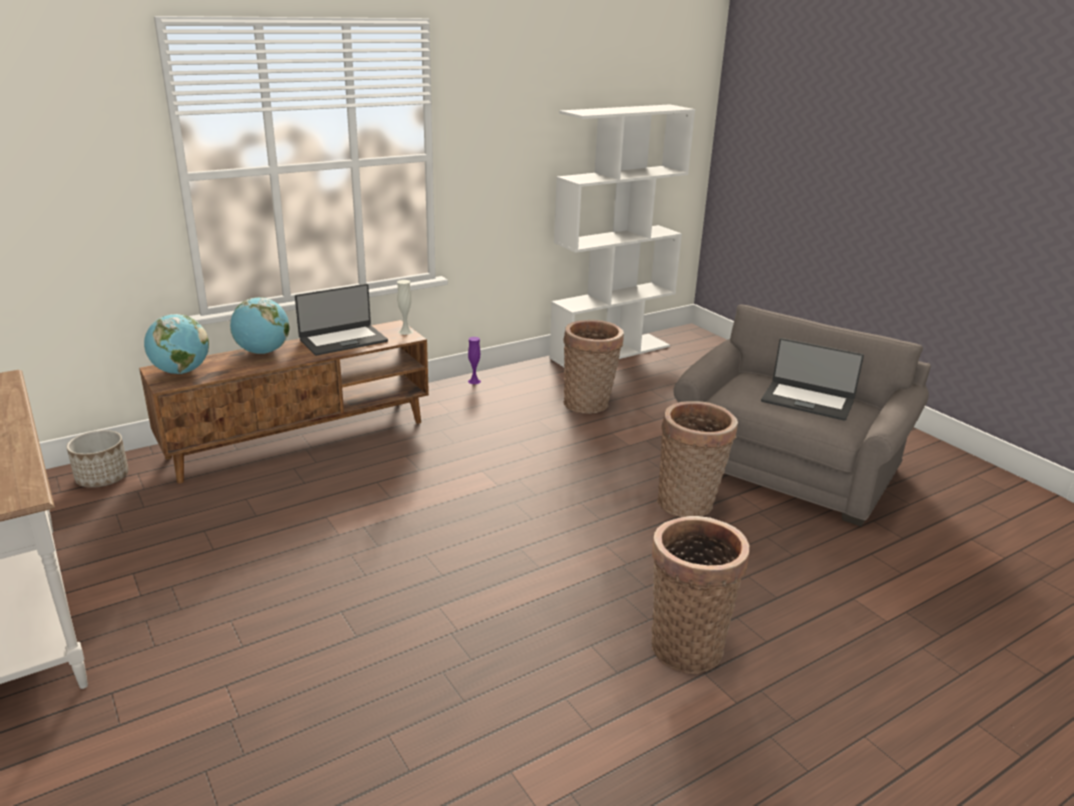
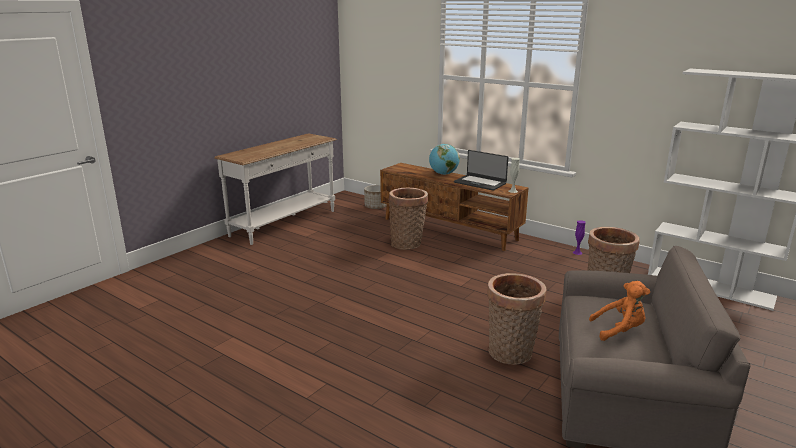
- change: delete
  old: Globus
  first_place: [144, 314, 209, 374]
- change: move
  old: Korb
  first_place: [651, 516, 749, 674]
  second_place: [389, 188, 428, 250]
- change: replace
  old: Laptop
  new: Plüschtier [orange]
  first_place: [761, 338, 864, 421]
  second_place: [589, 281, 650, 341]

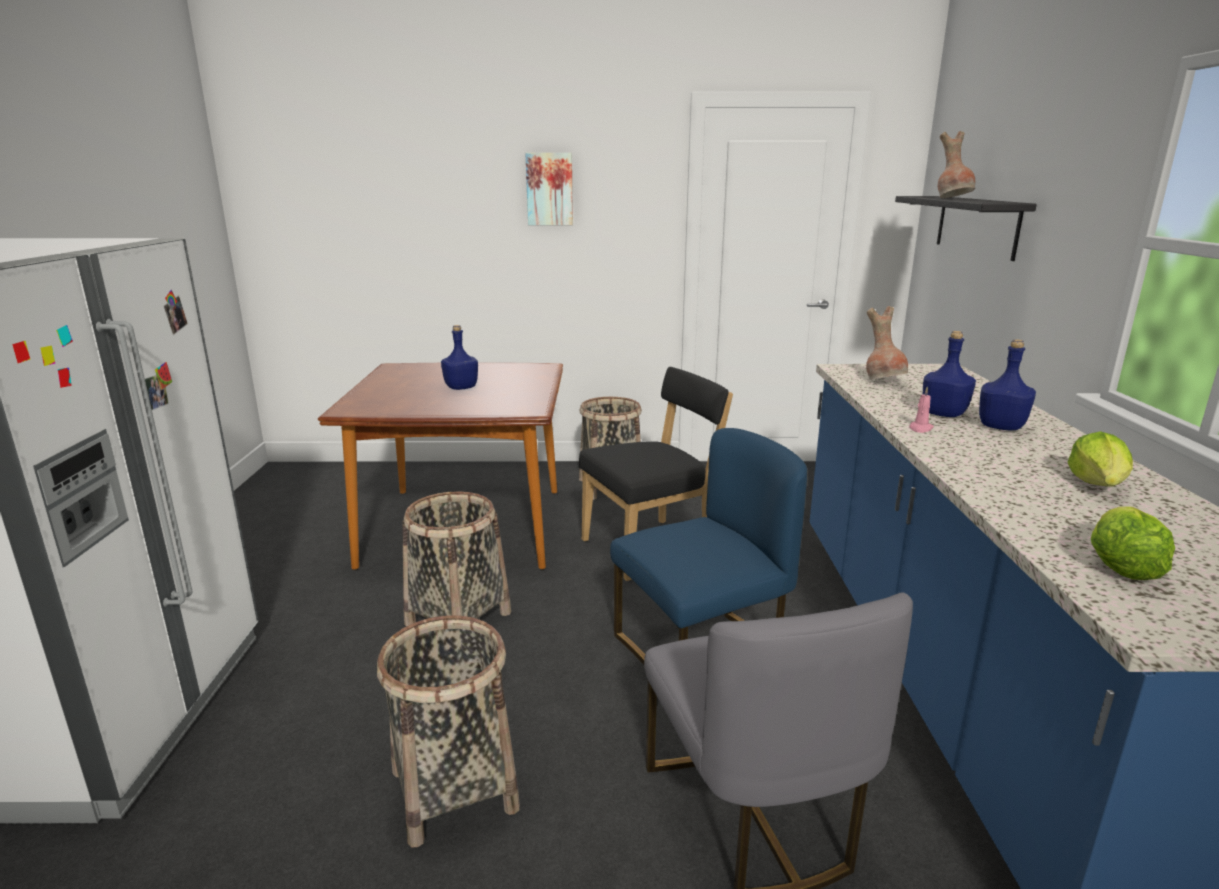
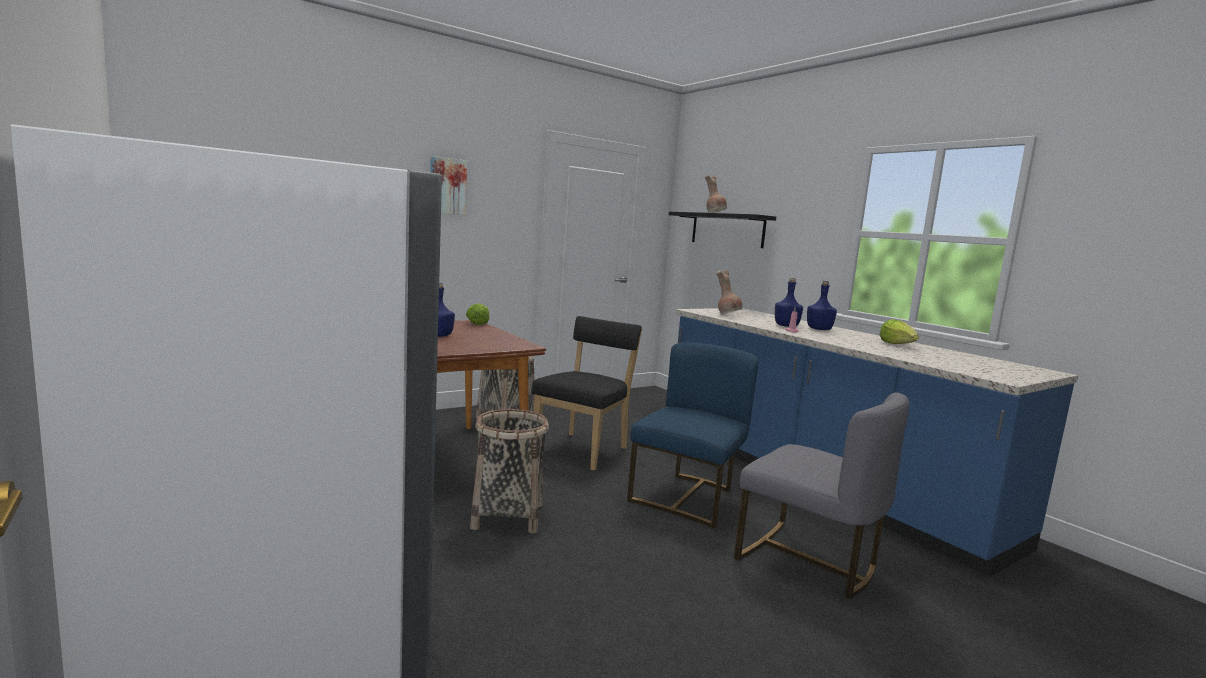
- change: delete
  old: Korb
  first_place: [377, 615, 520, 847]
- change: move
  old: Salatkopf
  first_place: [1091, 506, 1175, 580]
  second_place: [466, 304, 489, 325]

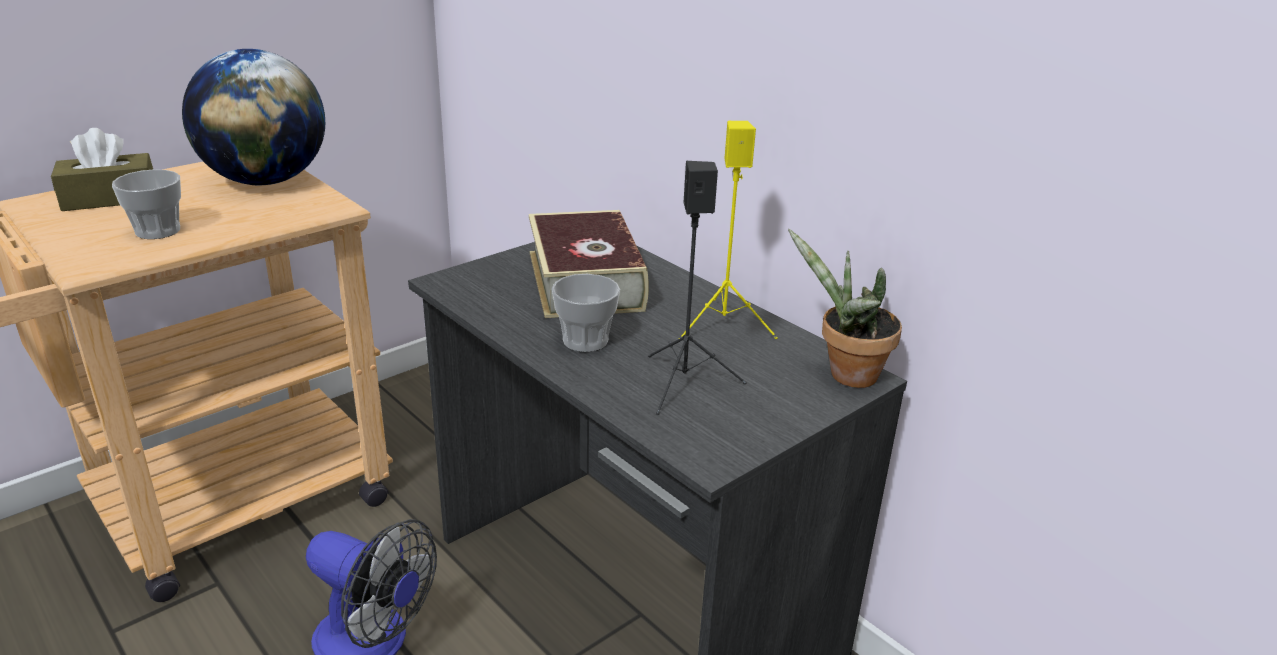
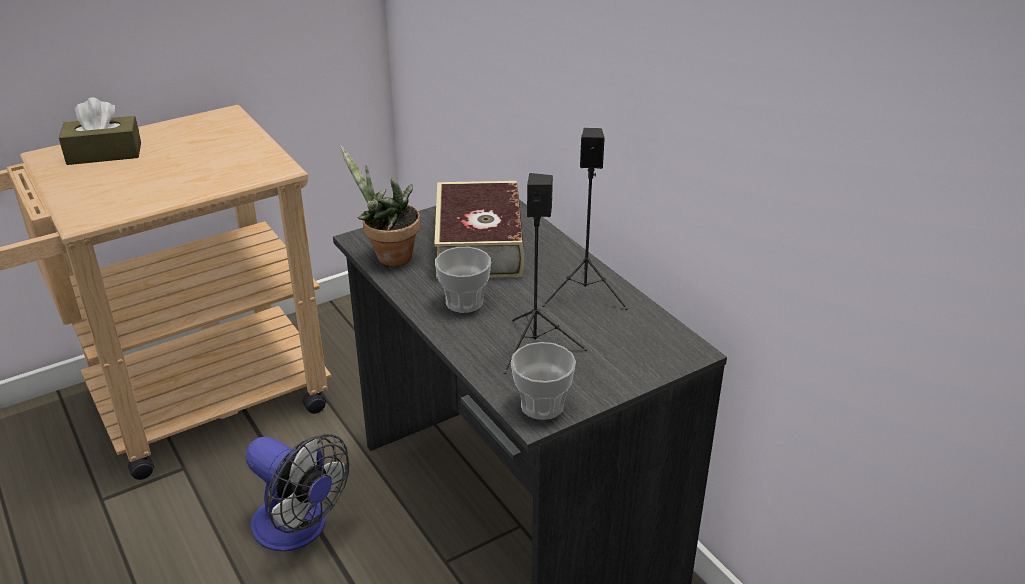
- change: delete
  old: Globus
  first_place: [182, 49, 325, 185]
- change: move
  old: Tasse
  first_place: [112, 169, 181, 239]
  second_place: [511, 342, 576, 420]
- change: move
  old: Topfpflanze
  first_place: [788, 228, 902, 388]
  second_place: [340, 146, 420, 266]
- change: recolor
  old: Lautsprecher [gelb]
  new: Lautsprecher [schwarz]
  first_place: [679, 121, 778, 339]
  second_place: [542, 128, 628, 310]

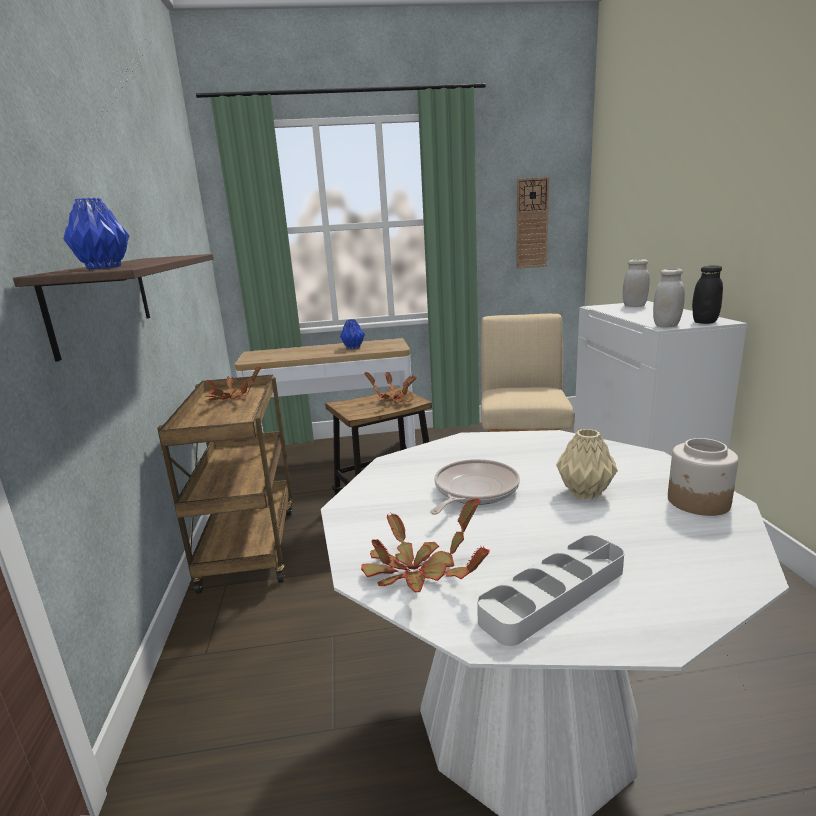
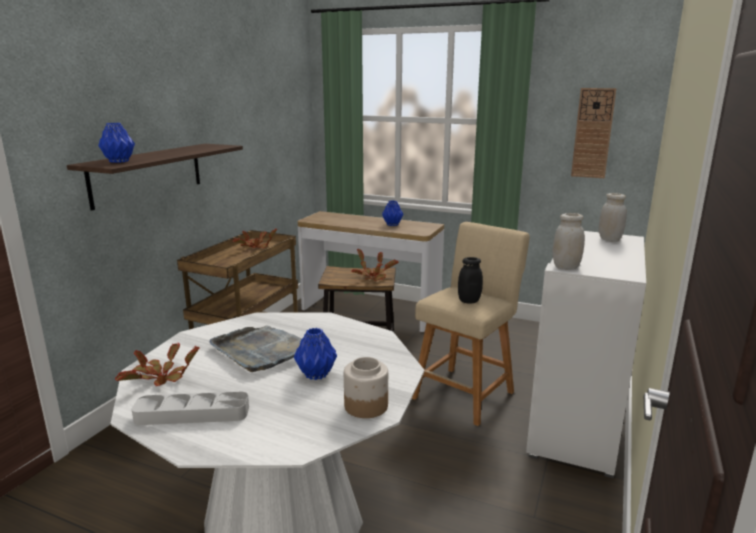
- change: move
  old: Vorratsglas [schwarz]
  first_place: [692, 265, 723, 324]
  second_place: [458, 257, 483, 304]
- change: replace
  old: Pfanne
  new: Tablett [grau]
  first_place: [430, 459, 520, 515]
  second_place: [209, 325, 302, 372]
- change: recolor
  old: Vase [beige]
  new: Vase [blau]
  first_place: [556, 429, 618, 499]
  second_place: [294, 328, 337, 380]

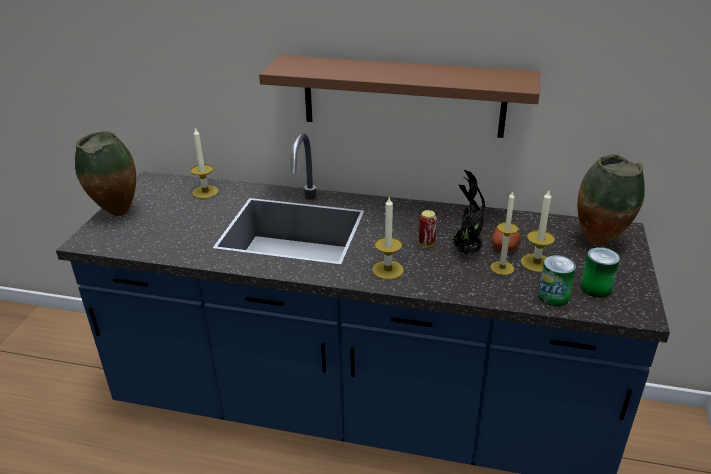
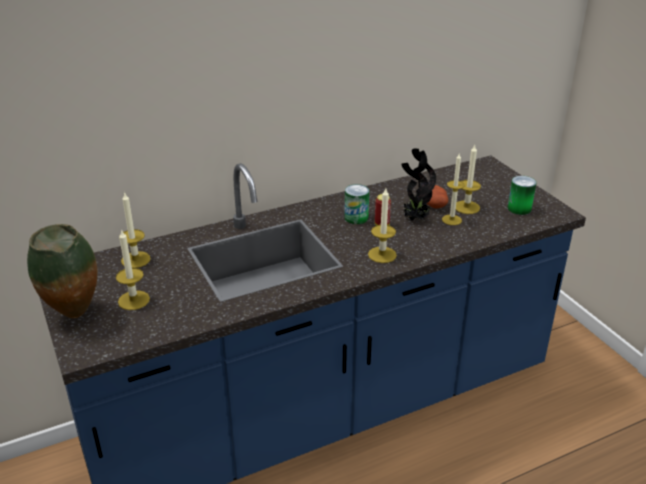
- change: delete
  old: Wandregal [braun]
  first_place: [259, 55, 540, 138]
- change: delete
  old: Vase
  first_place: [577, 154, 645, 246]
- change: insert
  new: Kerze
  second_place: [116, 229, 150, 310]
- change: move
  old: Dose
  first_place: [538, 255, 576, 307]
  second_place: [344, 184, 369, 224]

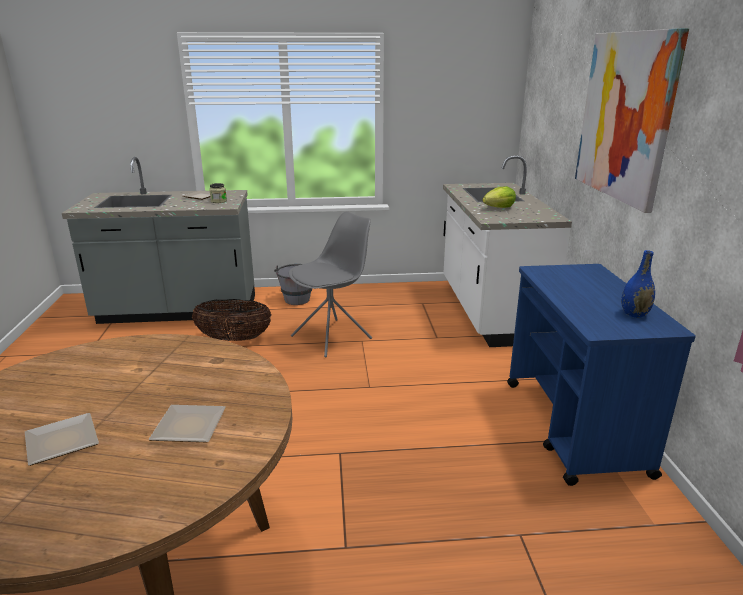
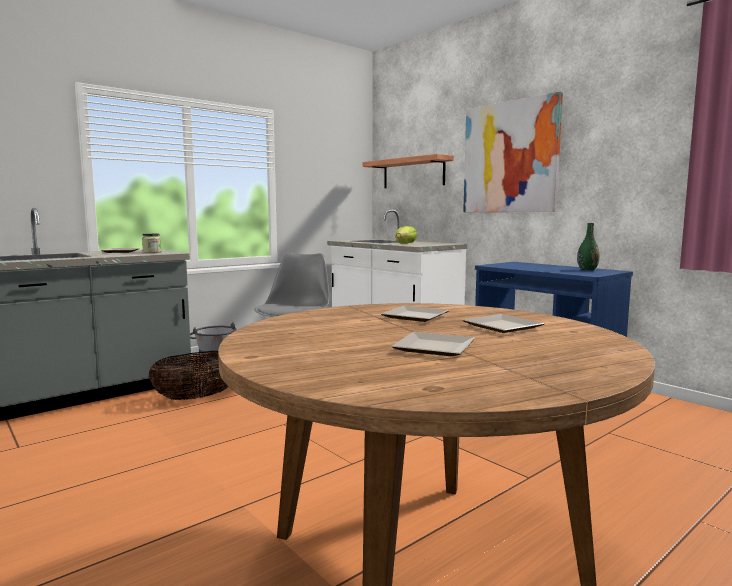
- change: insert
  new: Wandregal
  second_place: [363, 154, 454, 188]
- change: insert
  new: Teller
  second_place: [381, 306, 449, 322]
- change: recolor
  old: Vase [blau]
  new: Vase [grün]
  first_place: [621, 250, 655, 318]
  second_place: [577, 223, 600, 270]

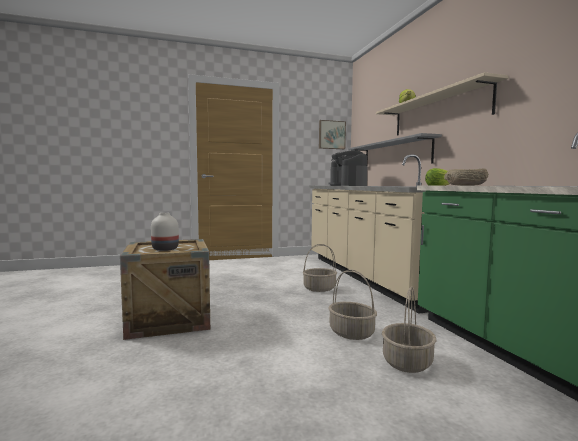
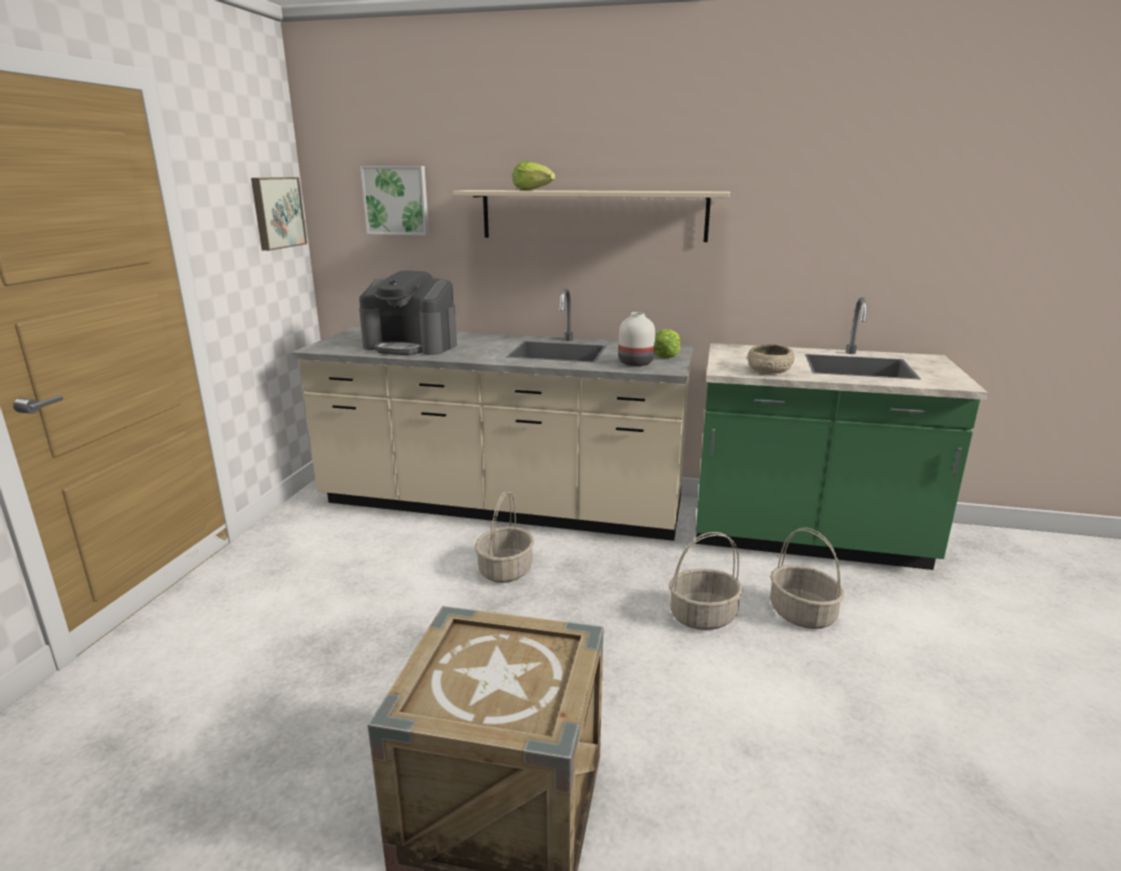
- change: delete
  old: Wandregal [grau]
  first_place: [348, 133, 442, 165]
- change: insert
  new: Bild
  second_place: [360, 166, 429, 236]
- change: move
  old: Vase [weiß]
  first_place: [151, 213, 179, 251]
  second_place: [618, 312, 655, 366]

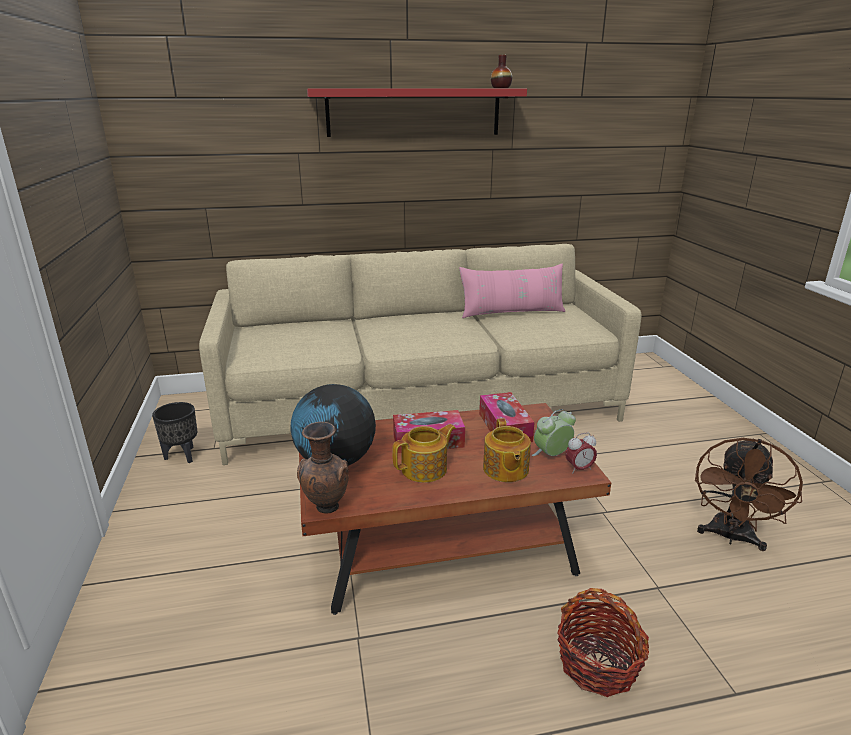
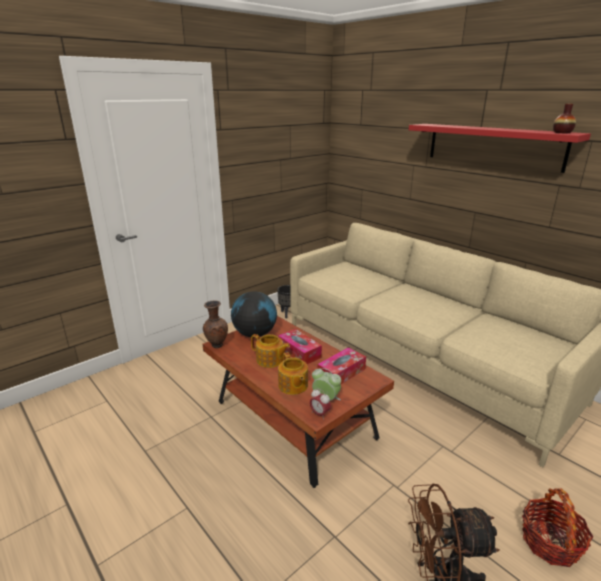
- change: delete
  old: Kissen [rosa]
  first_place: [459, 264, 565, 318]
- change: move
  old: Korb
  first_place: [557, 588, 649, 697]
  second_place: [522, 488, 593, 567]
- change: rotate
  old: Teekanne
  first_place: [483, 418, 531, 482]
  second_place: [278, 352, 308, 395]
  degrees: -75

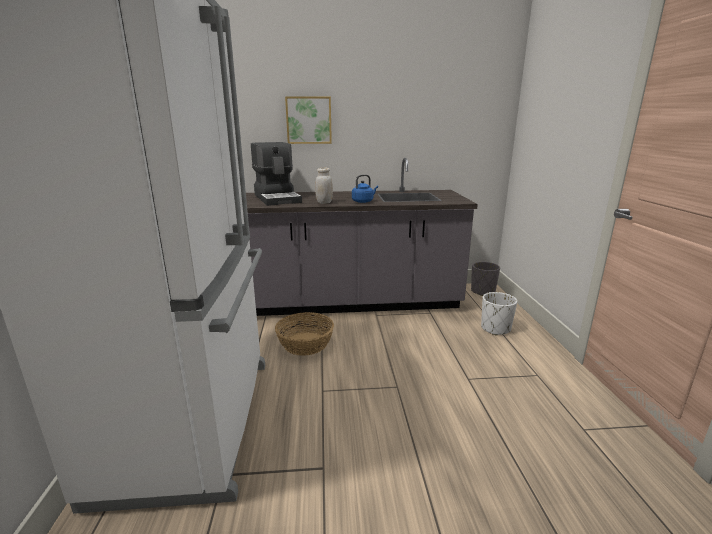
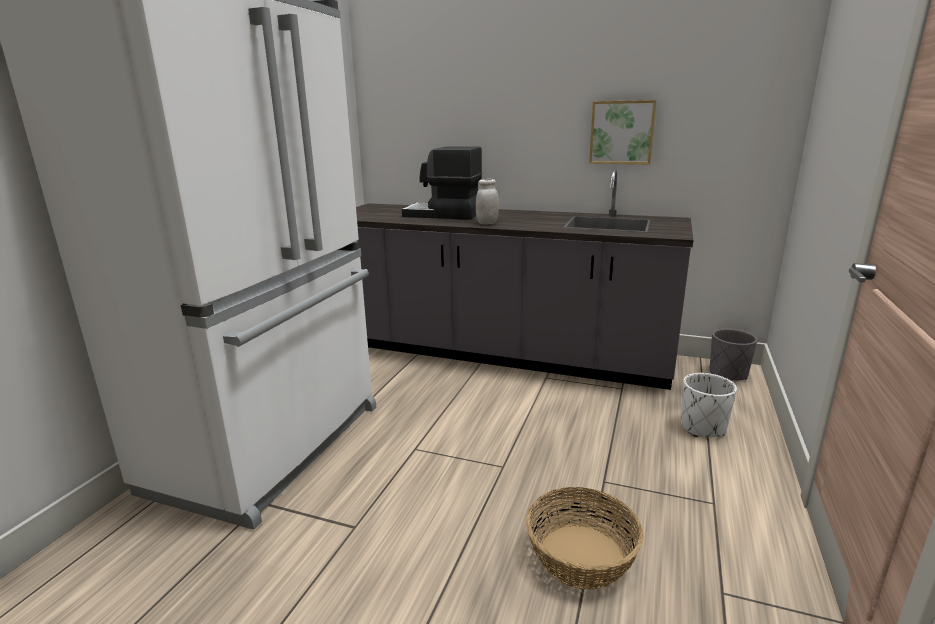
- change: delete
  old: Wasserkessel [blau]
  first_place: [352, 174, 378, 203]
- change: move
  old: Korb
  first_place: [275, 312, 334, 356]
  second_place: [526, 487, 644, 590]
- change: move
  old: Bild
  first_place: [285, 96, 332, 144]
  second_place: [589, 100, 656, 165]
- change: rotate
  old: Kaffeemaschine
  first_place: [251, 142, 302, 206]
  second_place: [402, 146, 482, 220]
  degrees: 105

